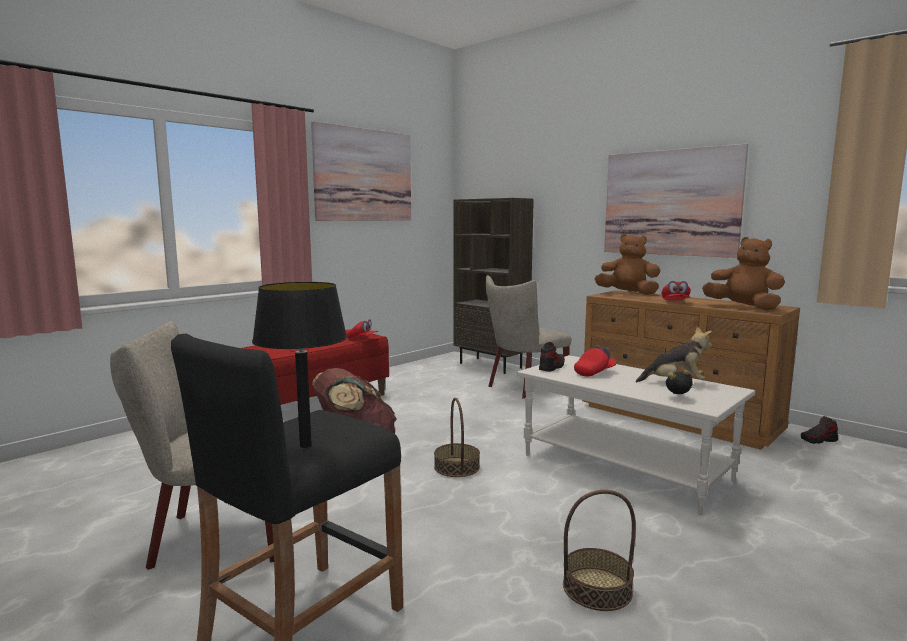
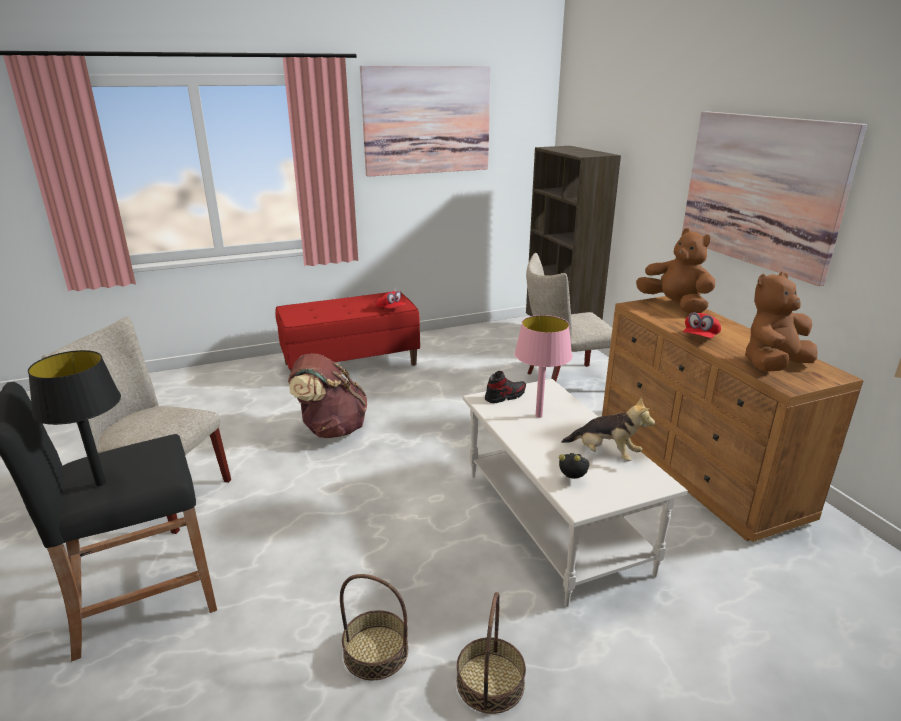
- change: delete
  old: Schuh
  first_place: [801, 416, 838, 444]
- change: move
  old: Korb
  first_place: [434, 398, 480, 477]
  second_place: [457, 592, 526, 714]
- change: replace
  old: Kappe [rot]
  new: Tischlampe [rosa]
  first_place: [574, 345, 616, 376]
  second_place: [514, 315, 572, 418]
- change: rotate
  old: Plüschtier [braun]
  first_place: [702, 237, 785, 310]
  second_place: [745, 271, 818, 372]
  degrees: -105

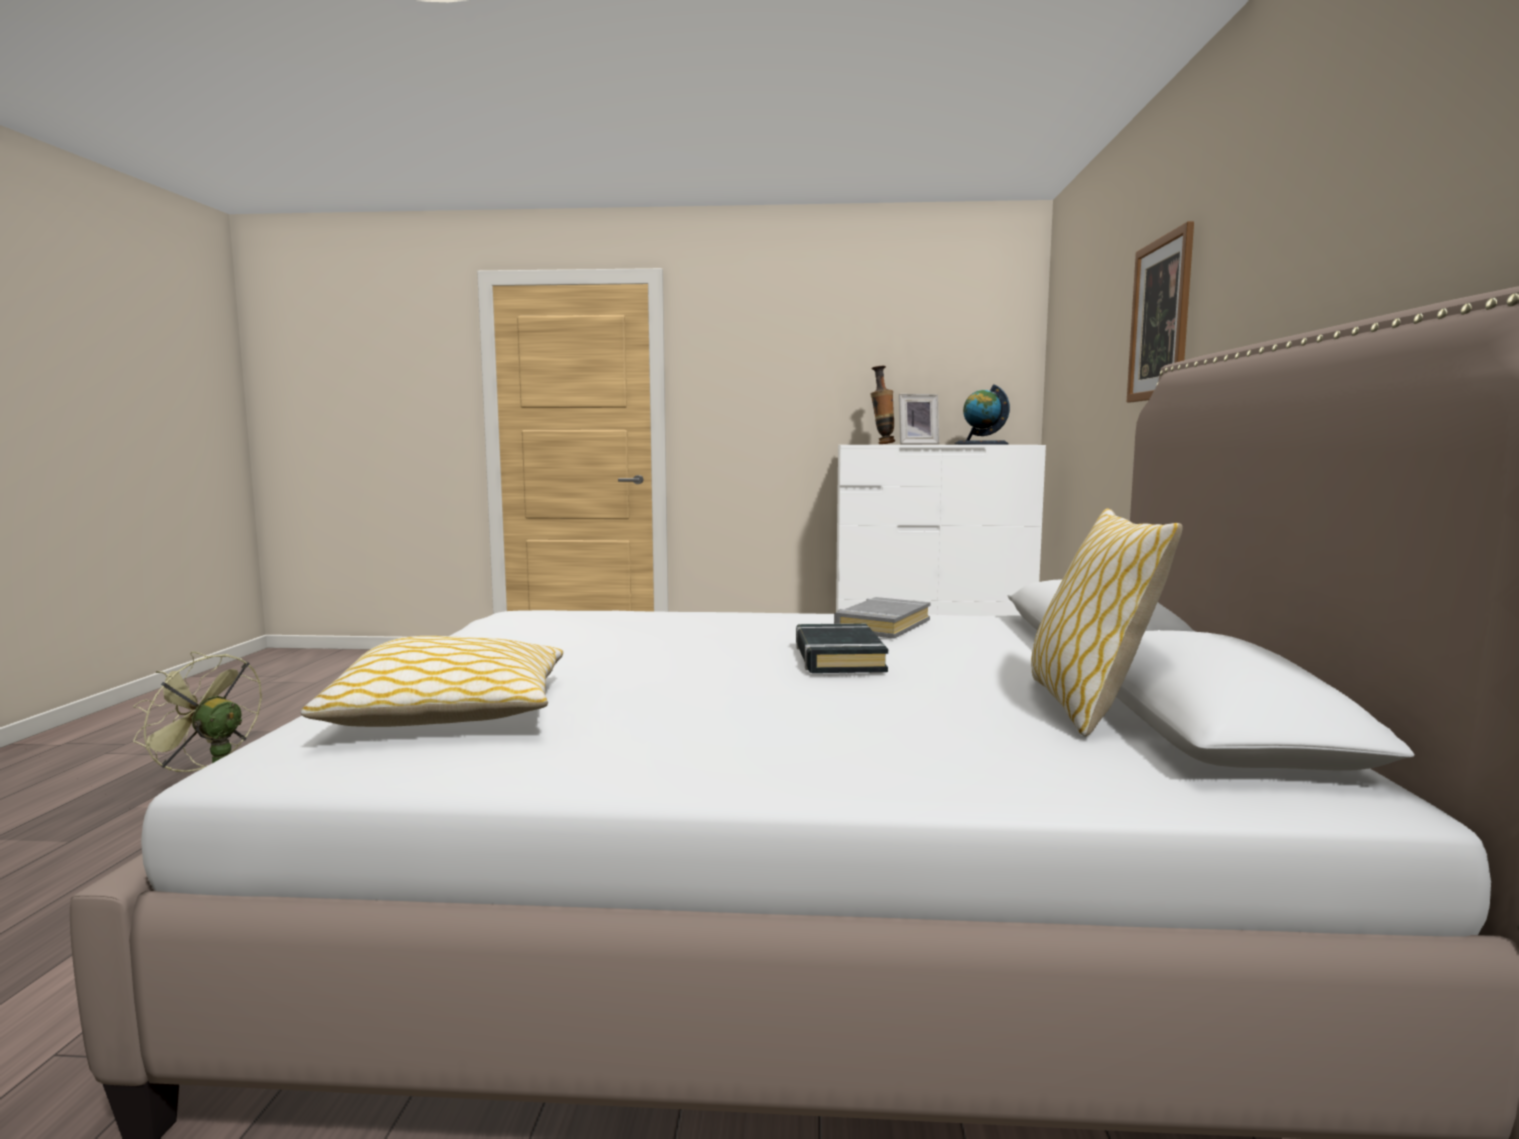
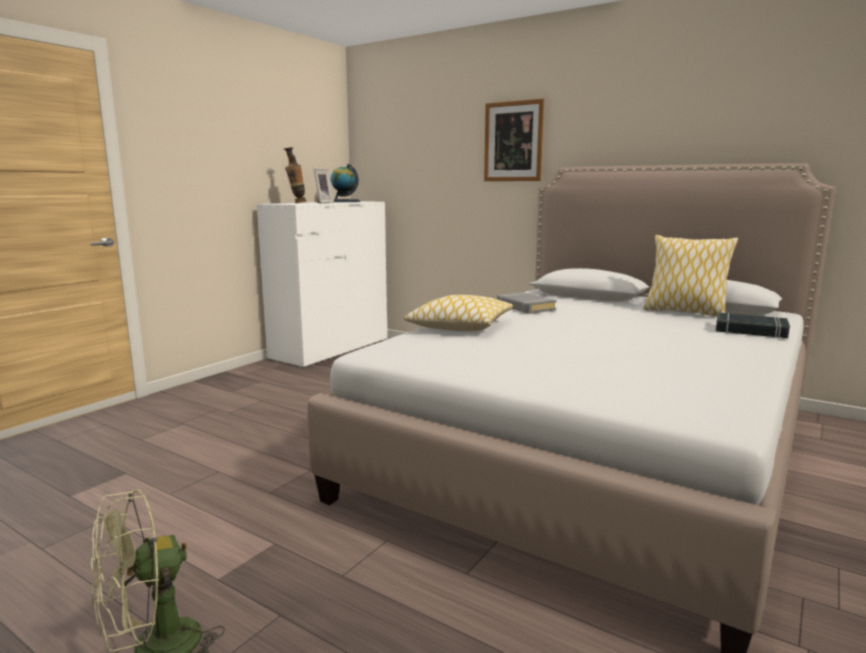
- change: move
  old: Kissen
  first_place: [301, 636, 563, 727]
  second_place: [404, 295, 513, 332]
- change: move
  old: Buch [schwarz]
  first_place: [796, 623, 888, 673]
  second_place: [716, 312, 790, 338]

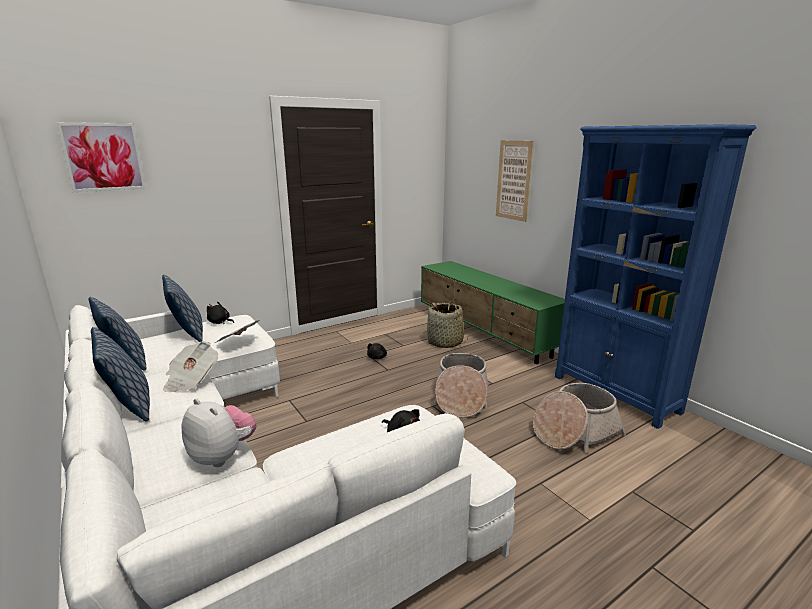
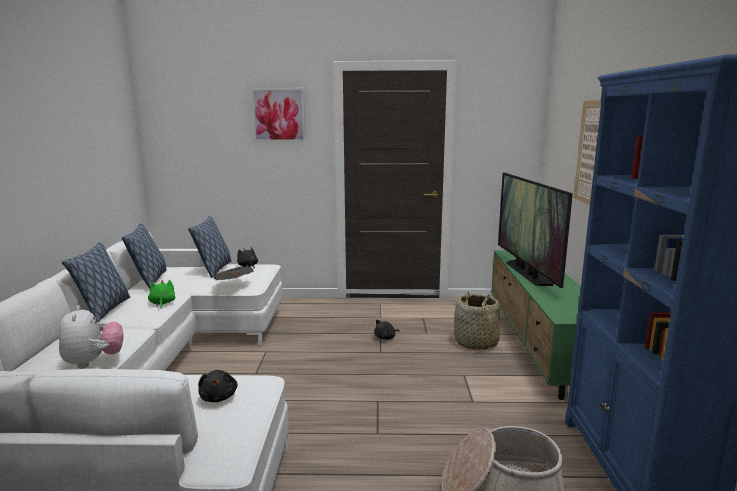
- change: delete
  old: Korb
  first_place: [434, 353, 488, 418]
- change: insert
  new: Fernseher
  second_place: [498, 173, 573, 288]
- change: move
  old: Bild
  first_place: [56, 123, 146, 192]
  second_place: [251, 88, 306, 142]
- change: replace
  old: Zeitung
  new: Plüschtier [grün]
  first_place: [163, 341, 218, 392]
  second_place: [148, 280, 175, 308]

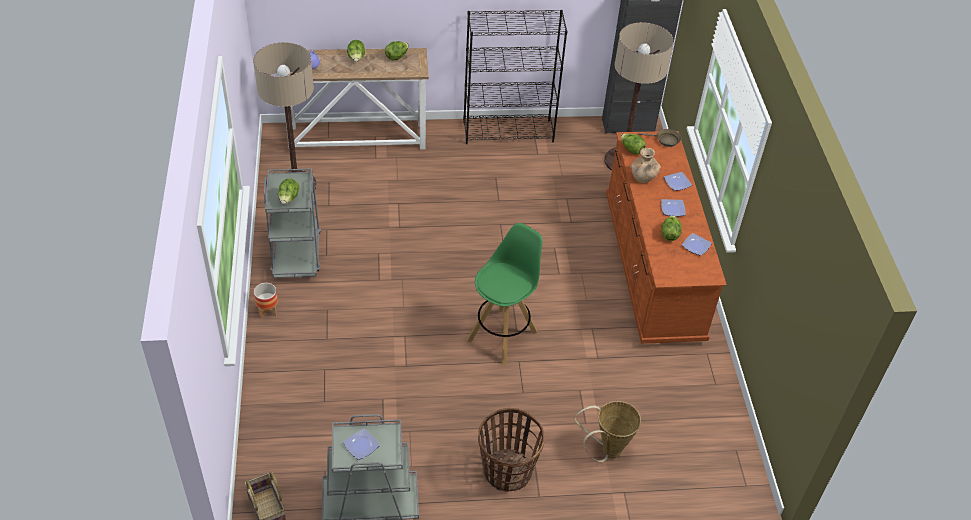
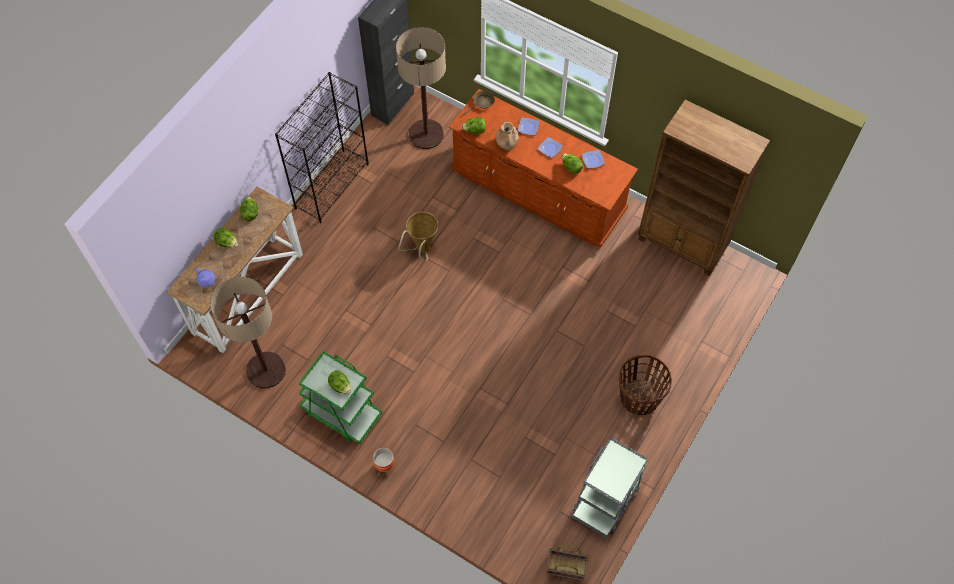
- change: delete
  old: Teller
  first_place: [343, 429, 380, 460]
- change: delete
  old: Hocker [grün]
  first_place: [467, 223, 543, 365]
- change: insert
  new: Bücherregal [braun]
  second_place: [638, 100, 770, 276]
- change: move
  old: Korb
  first_place: [575, 401, 641, 462]
  second_place: [398, 212, 438, 261]
- change: recolor
  old: Rollwagen [grau]
  new: Rollwagen [grün]
  first_place: [263, 169, 321, 278]
  second_place: [299, 351, 382, 444]

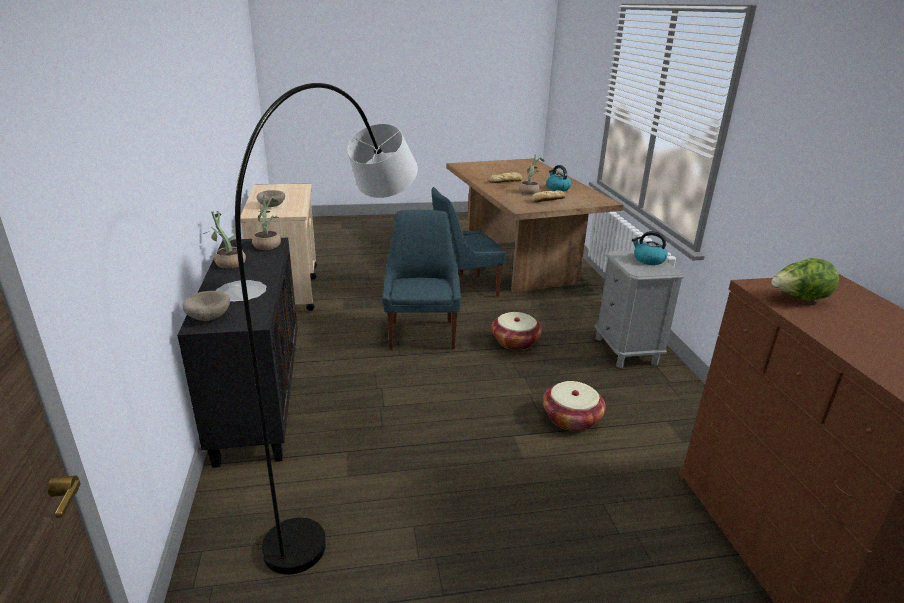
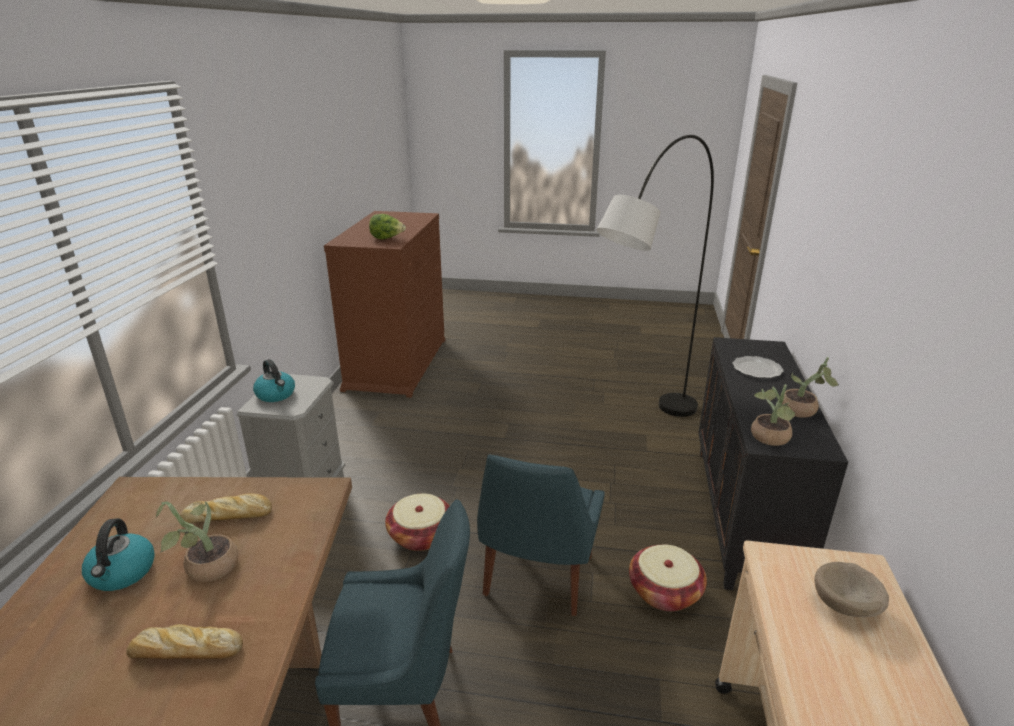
- change: delete
  old: Schüssel [beige]
  first_place: [183, 291, 230, 321]
- change: move
  old: Korb
  first_place: [543, 381, 605, 431]
  second_place: [629, 545, 707, 612]

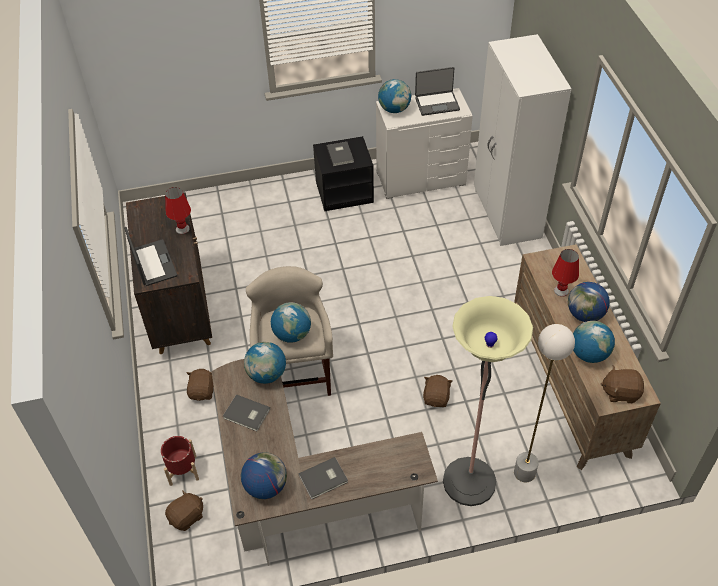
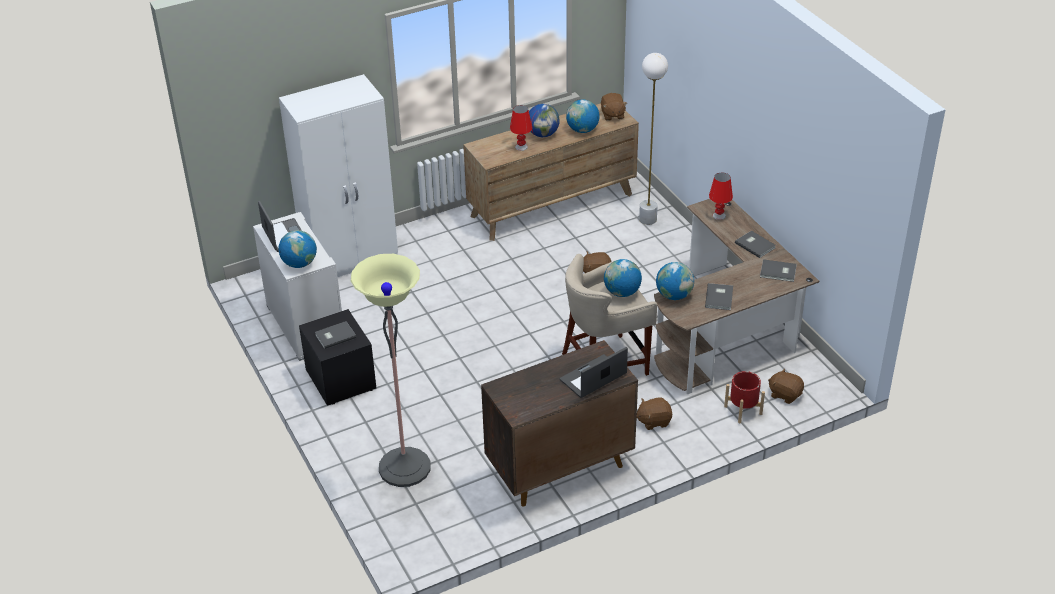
- change: move
  old: Tischlampe [rot]
  first_place: [165, 187, 191, 234]
  second_place: [709, 173, 733, 220]
- change: move
  old: Stehlampe
  first_place: [443, 296, 533, 506]
  second_place: [351, 254, 431, 487]
- change: replace
  old: Globus
  new: Buch [grau]
  first_place: [241, 452, 287, 499]
  second_place: [760, 259, 797, 282]

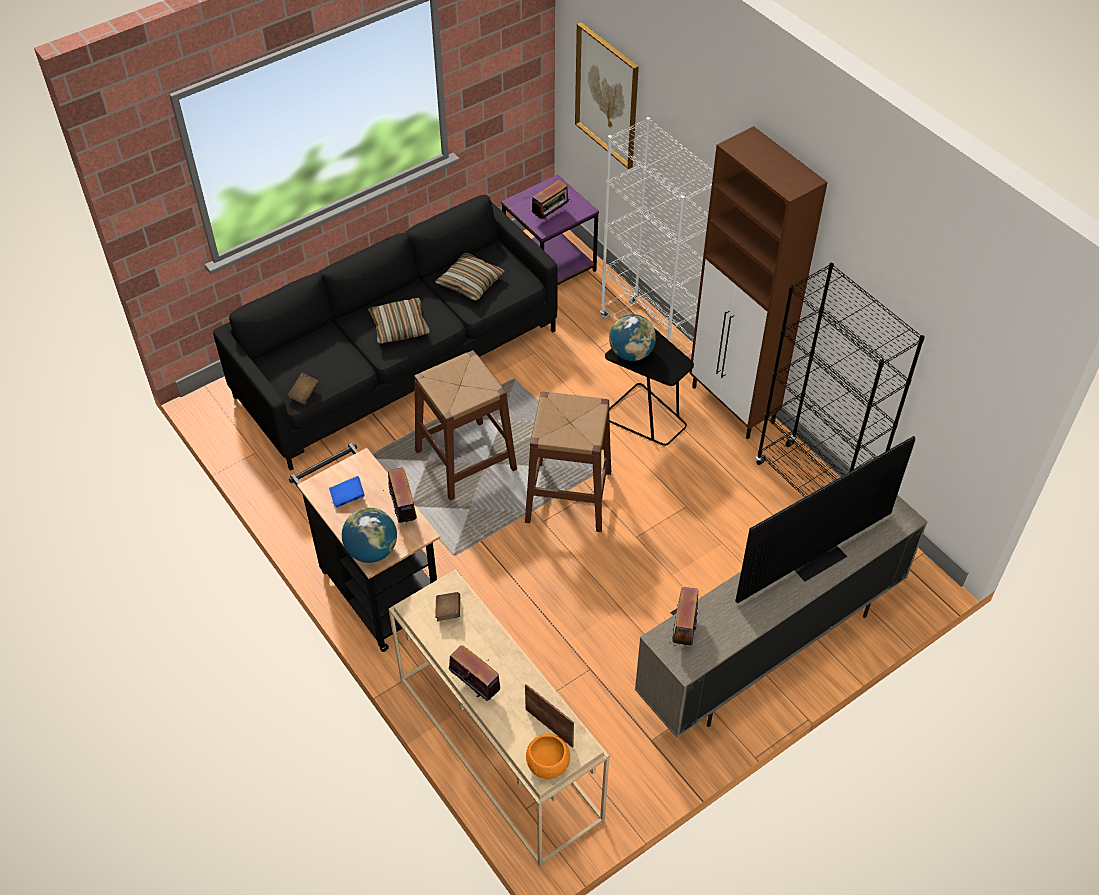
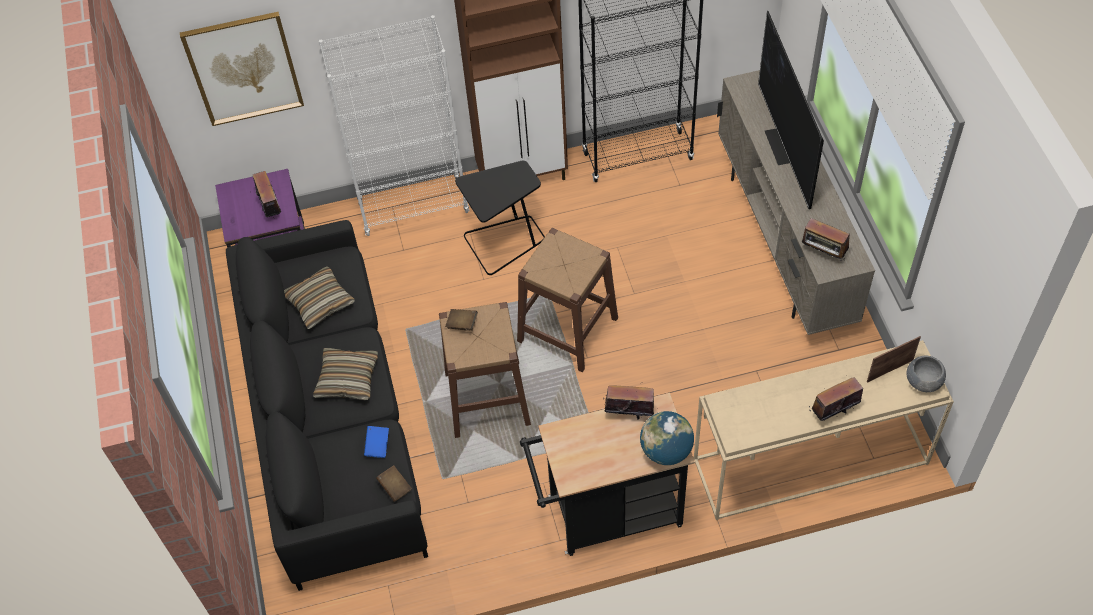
- change: delete
  old: Globus
  first_place: [609, 314, 656, 361]
- change: move
  old: Buch [blau]
  first_place: [329, 476, 365, 508]
  second_place: [364, 426, 389, 458]
- change: move
  old: Buch [braun]
  first_place: [435, 592, 460, 622]
  second_place: [445, 309, 478, 331]
- change: recolor
  old: Schüssel [orange]
  new: Schüssel [grau]
  first_place: [526, 734, 570, 779]
  second_place: [906, 356, 946, 392]

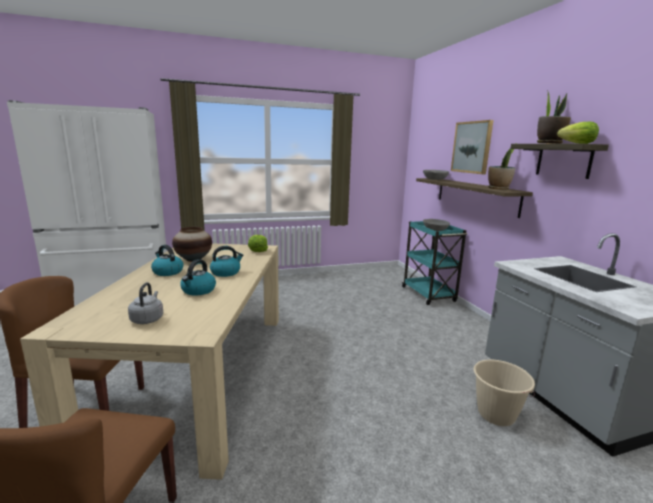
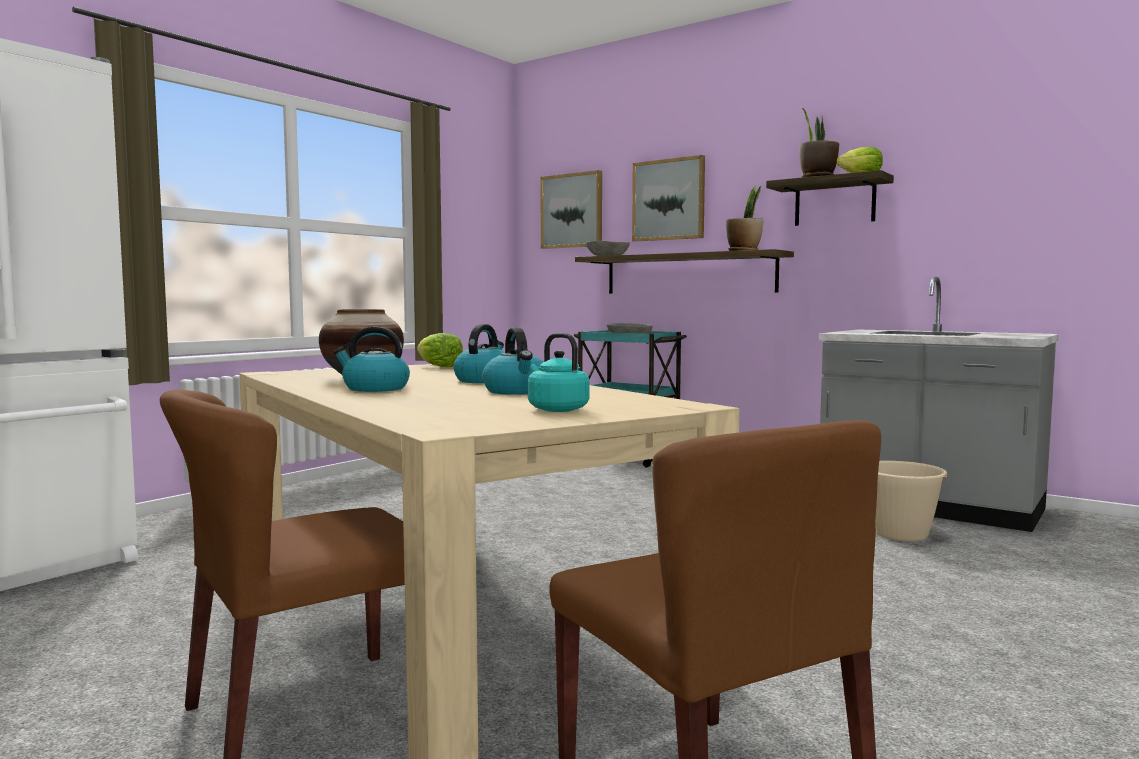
- change: insert
  new: Bild
  second_place: [540, 170, 602, 249]
- change: recolor
  old: Wasserkessel [grau]
  new: Wasserkessel [türkis]
  first_place: [128, 282, 164, 324]
  second_place: [528, 333, 590, 412]

